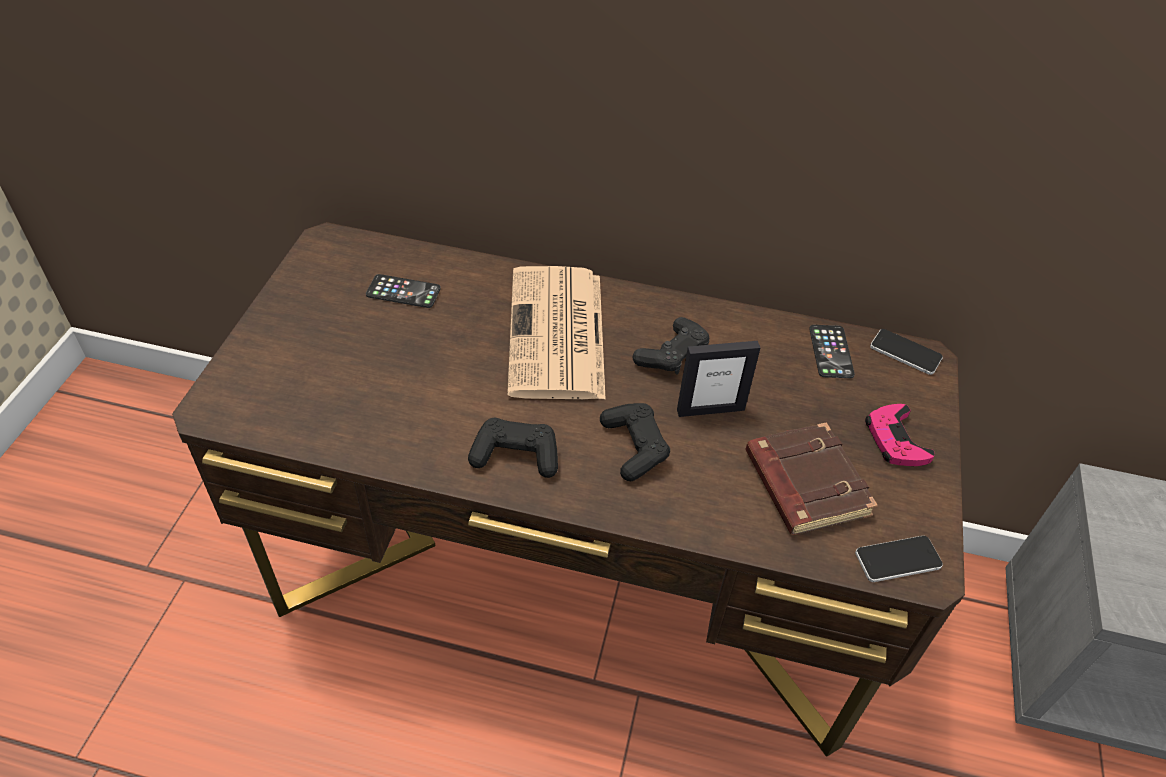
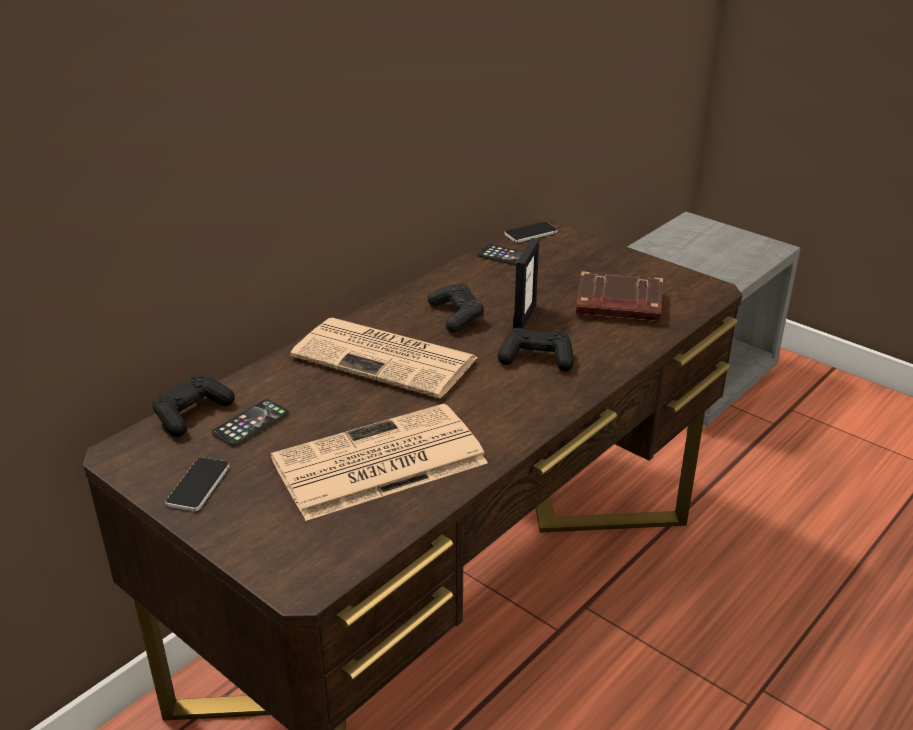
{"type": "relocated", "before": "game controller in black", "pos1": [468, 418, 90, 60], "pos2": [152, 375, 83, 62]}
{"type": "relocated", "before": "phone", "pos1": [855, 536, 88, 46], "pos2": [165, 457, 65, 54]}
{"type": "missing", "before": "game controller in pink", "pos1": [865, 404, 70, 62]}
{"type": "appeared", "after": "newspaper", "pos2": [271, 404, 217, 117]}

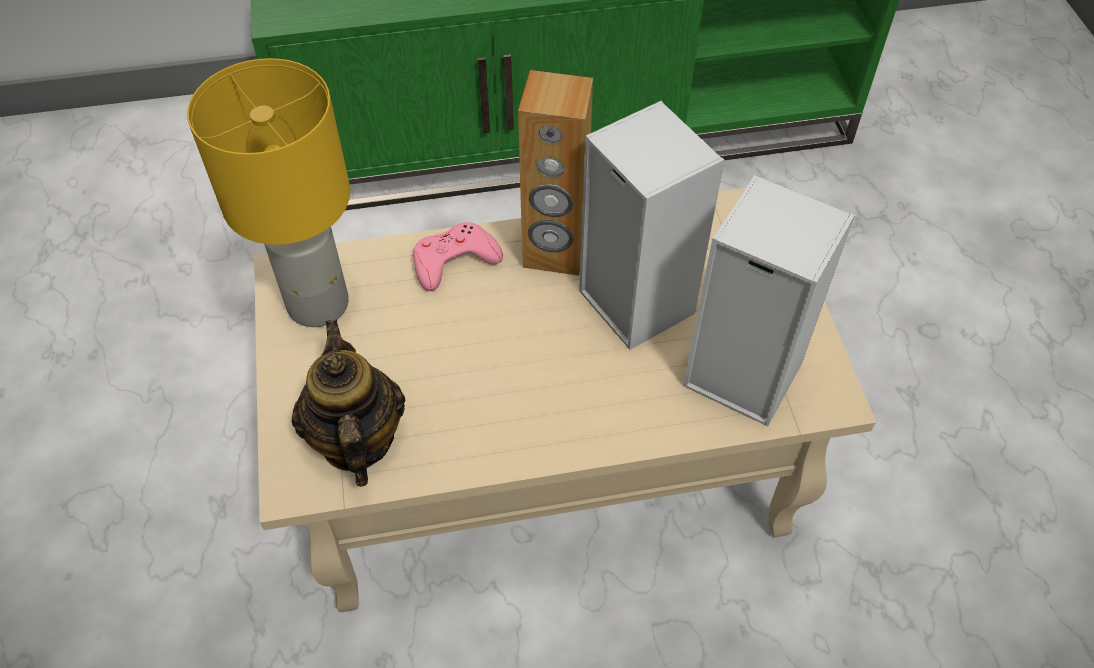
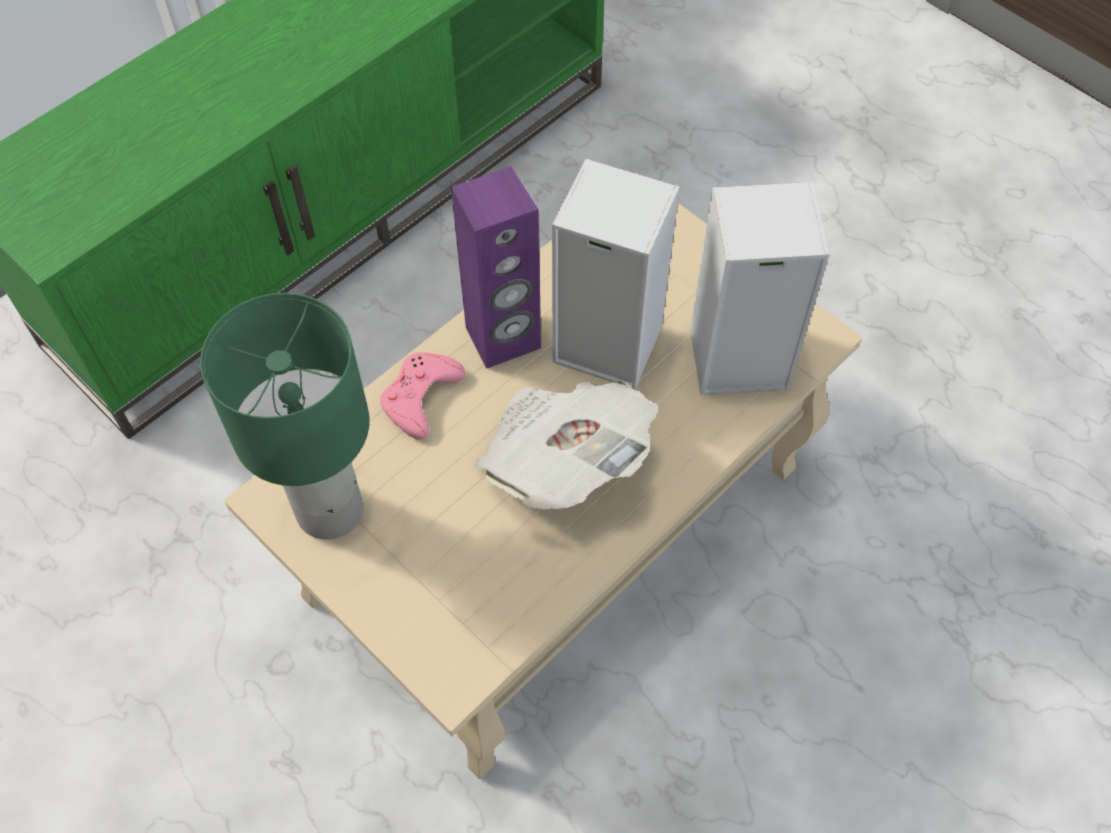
{"type": "colour", "before": "table lamp in yellow", "after": "table lamp in green", "pos1": [187, 58, 163, 269], "pos2": [200, 293, 169, 247]}
{"type": "missing", "before": "teapot", "pos1": [291, 319, 115, 168]}
{"type": "colour", "before": "speaker in brown", "after": "speaker in purple", "pos1": [518, 70, 75, 206], "pos2": [451, 167, 90, 202]}
{"type": "appeared", "after": "newspaper", "pos2": [474, 381, 185, 129]}

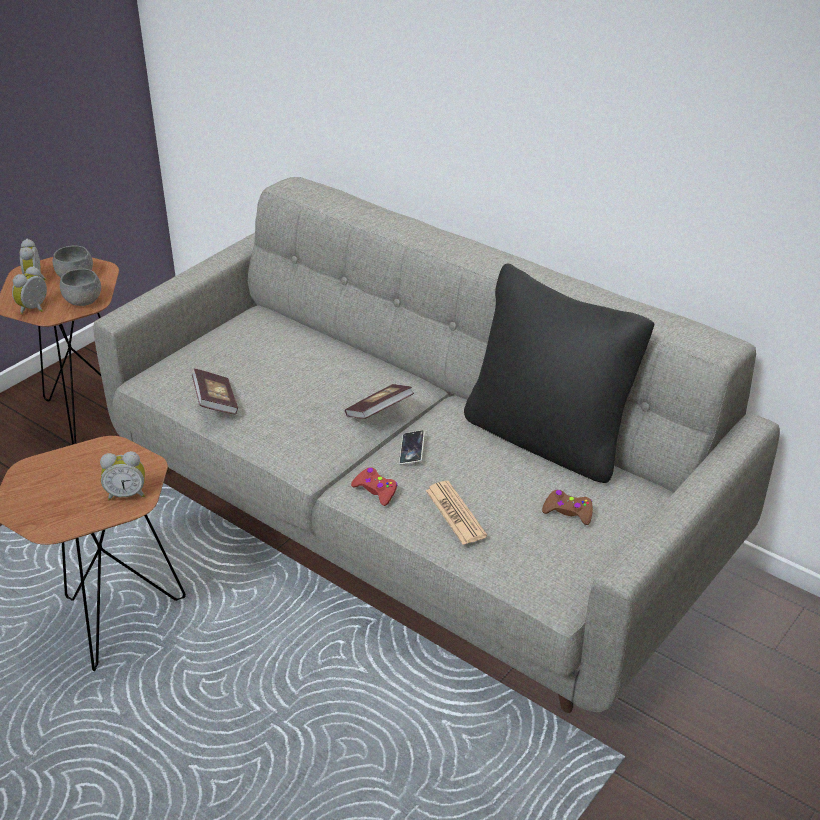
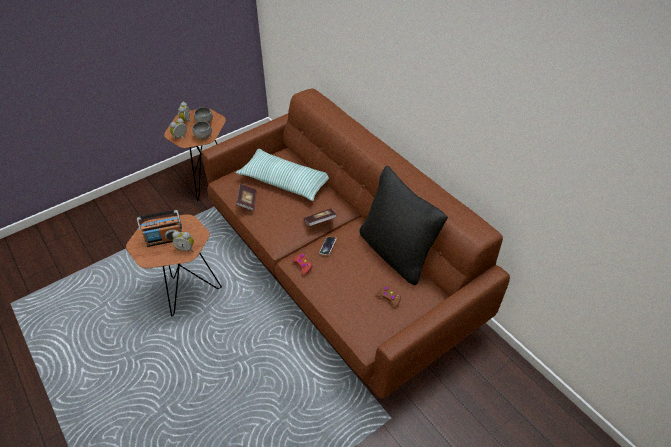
{"type": "colour", "before": "sofa in grey", "after": "sofa in brown", "pos1": [93, 177, 687, 536], "pos2": [202, 89, 308, 309]}
{"type": "missing", "before": "newspaper", "pos1": [425, 481, 62, 64]}
{"type": "appeared", "after": "radio", "pos2": [137, 210, 45, 37]}
{"type": "appeared", "after": "pillow", "pos2": [236, 149, 93, 52]}

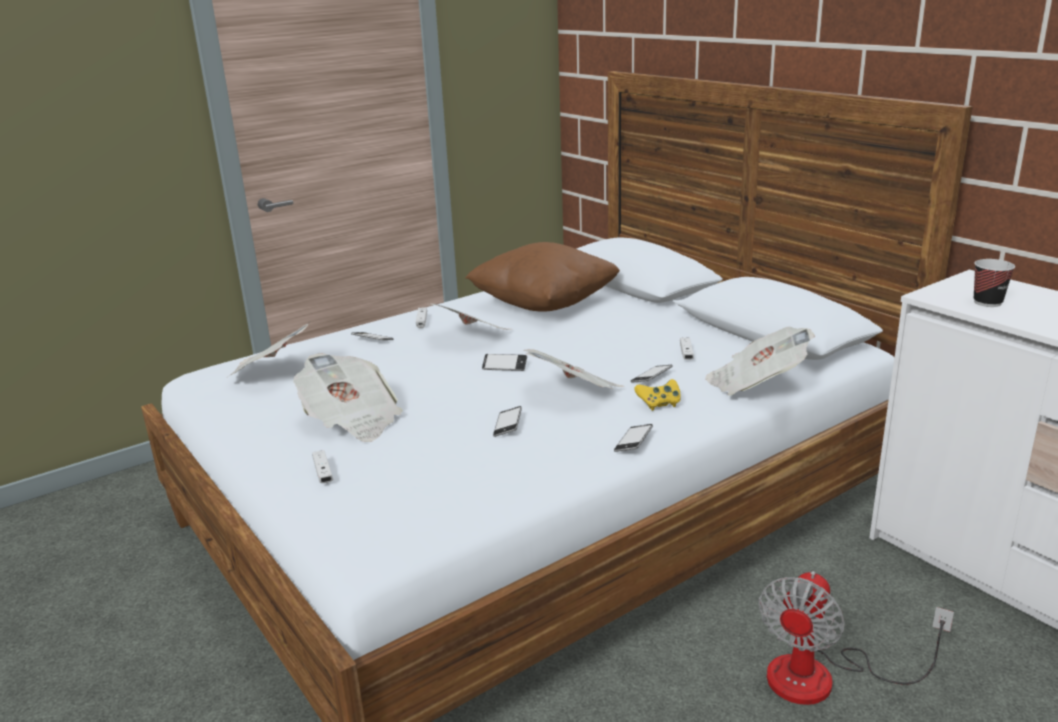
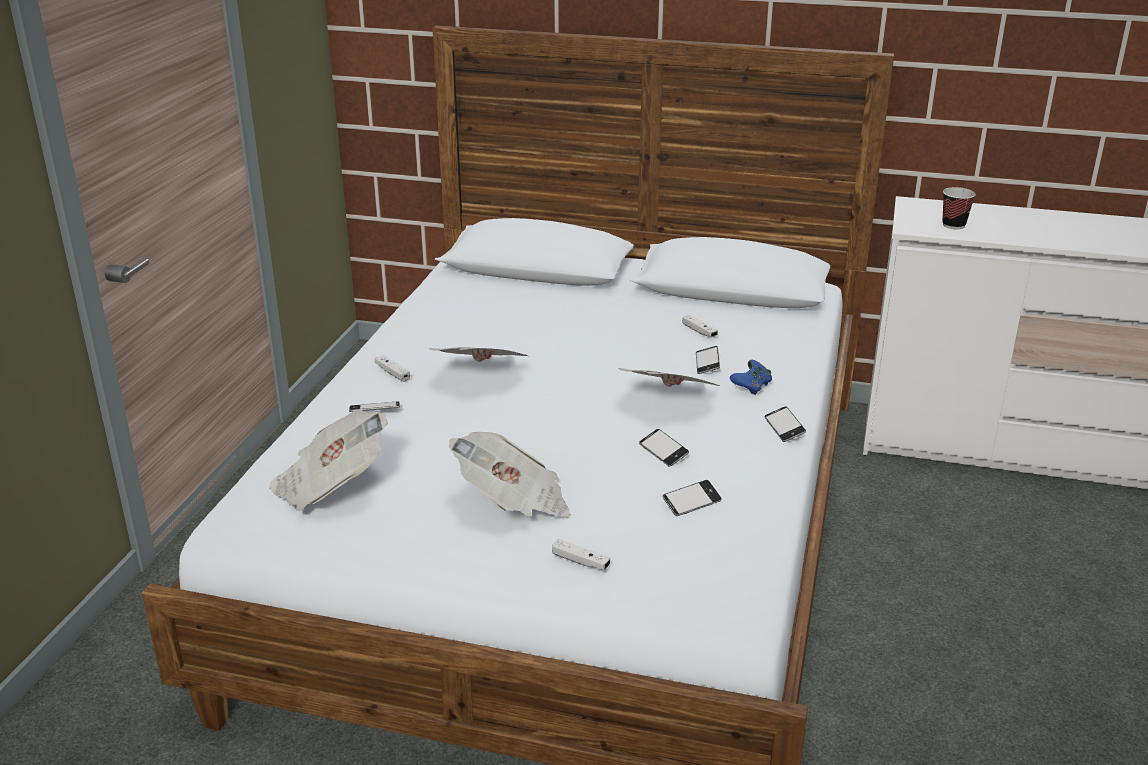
{"type": "missing", "before": "pillow in brown", "pos1": [465, 242, 155, 70]}
{"type": "relocated", "before": "phone", "pos1": [482, 354, 45, 17], "pos2": [662, 480, 60, 36]}
{"type": "colour", "before": "game controller in yellow", "after": "game controller in blue", "pos1": [634, 379, 47, 32], "pos2": [730, 360, 42, 35]}
{"type": "missing", "before": "newspaper", "pos1": [705, 327, 110, 69]}
{"type": "missing", "before": "fan", "pos1": [758, 571, 196, 134]}

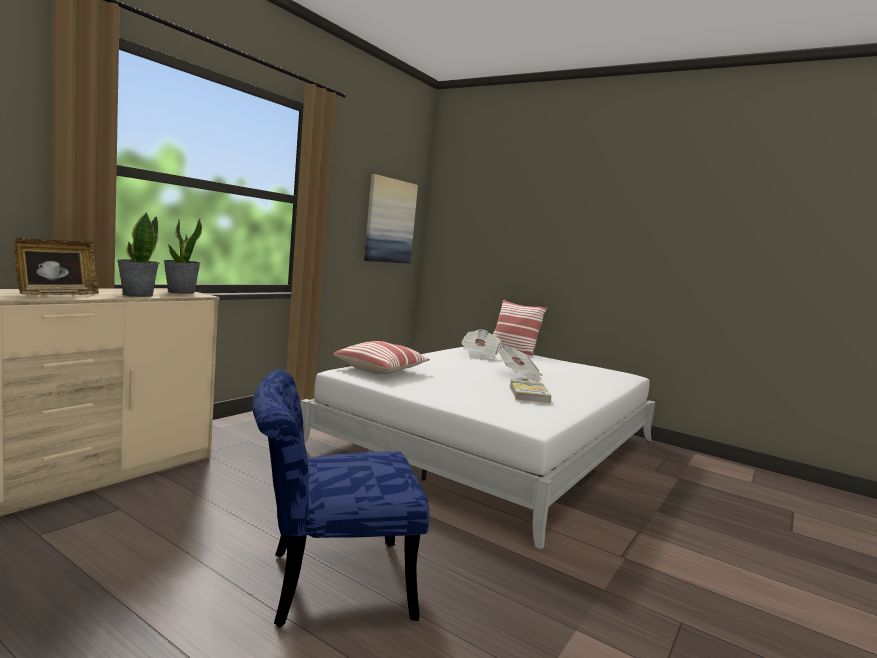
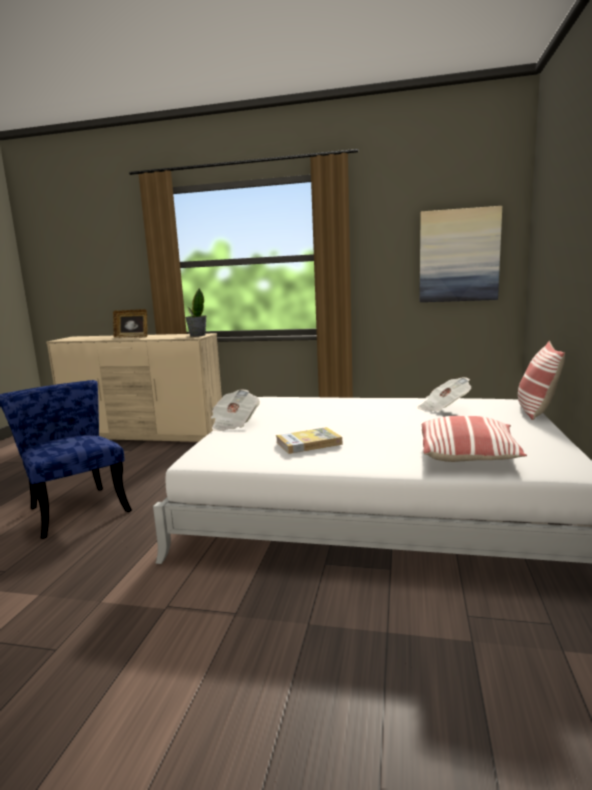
{"type": "missing", "before": "potted plant", "pos1": [117, 212, 43, 85]}
{"type": "relocated", "before": "pillow", "pos1": [333, 341, 97, 33], "pos2": [422, 416, 105, 46]}
{"type": "relocated", "before": "newspaper", "pos1": [498, 345, 44, 37], "pos2": [211, 389, 49, 42]}

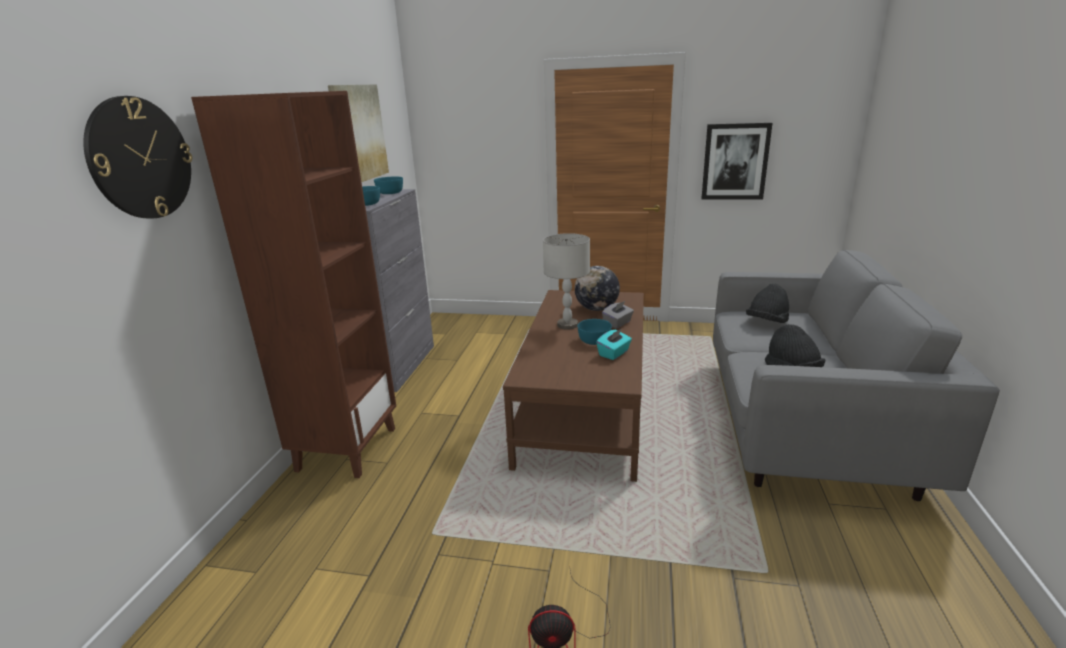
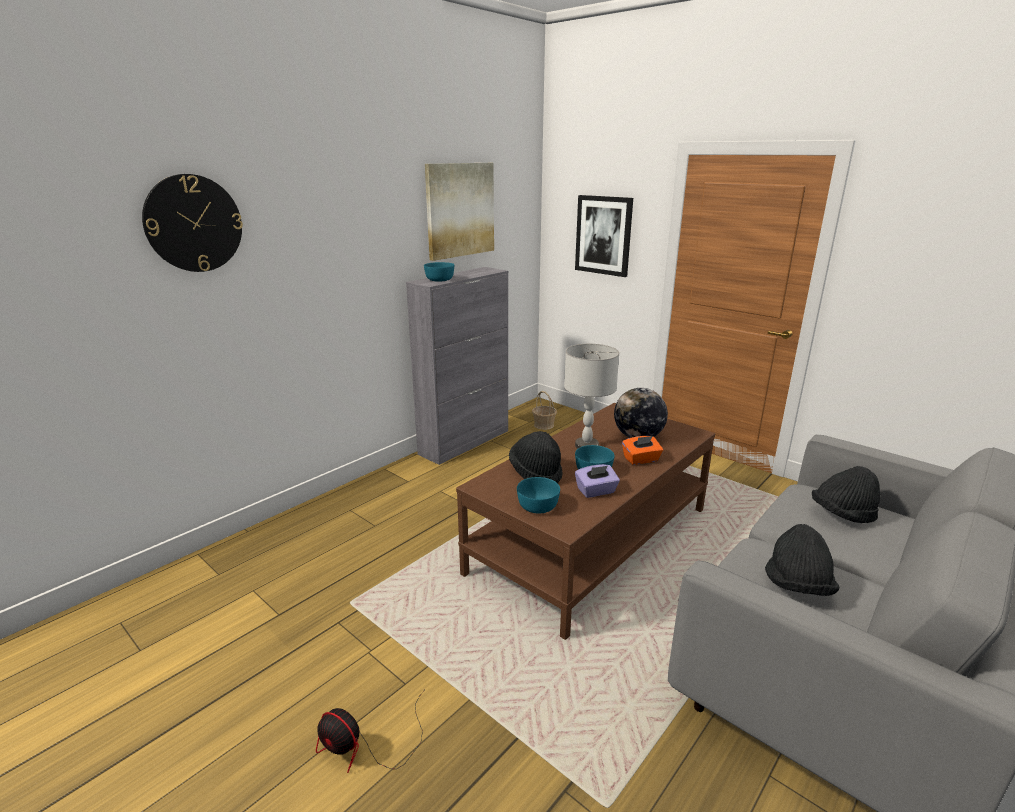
{"type": "missing", "before": "bookcase in brown", "pos1": [191, 91, 205, 387]}
{"type": "relocated", "before": "bowl in turquoise", "pos1": [374, 177, 29, 17], "pos2": [517, 477, 43, 37]}
{"type": "colour", "before": "tissue box in turquoise", "after": "tissue box in purple", "pos1": [596, 329, 36, 31], "pos2": [575, 464, 45, 34]}
{"type": "colour", "before": "tissue box in grey", "after": "tissue box in orange", "pos1": [602, 301, 32, 28], "pos2": [622, 436, 41, 29]}
{"type": "relocated", "before": "picture", "pos1": [701, 123, 72, 77], "pos2": [575, 195, 58, 82]}
{"type": "appeared", "after": "hat in black", "pos2": [509, 431, 54, 52]}
{"type": "appeared", "after": "basket", "pos2": [532, 391, 25, 39]}

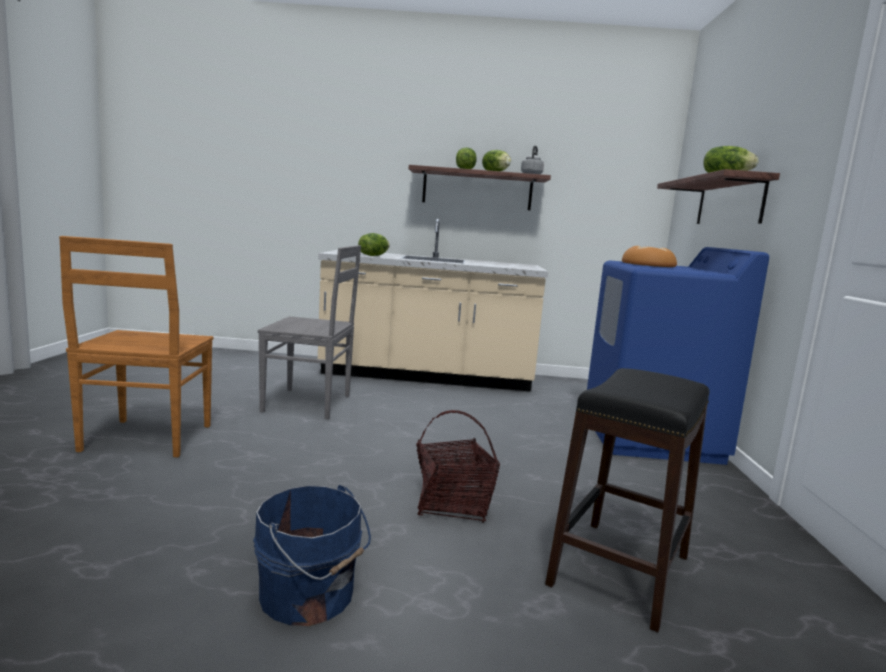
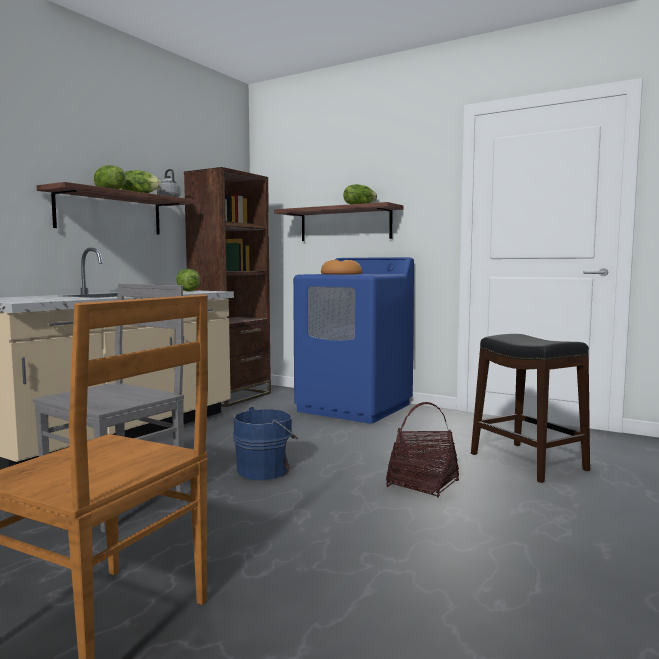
{"type": "relocated", "before": "bucket in blue", "pos1": [253, 485, 118, 141], "pos2": [233, 407, 65, 73]}
{"type": "relocated", "before": "lettuce", "pos1": [358, 233, 32, 23], "pos2": [176, 269, 24, 22]}
{"type": "appeared", "after": "bookcase in brown", "pos2": [184, 167, 87, 240]}

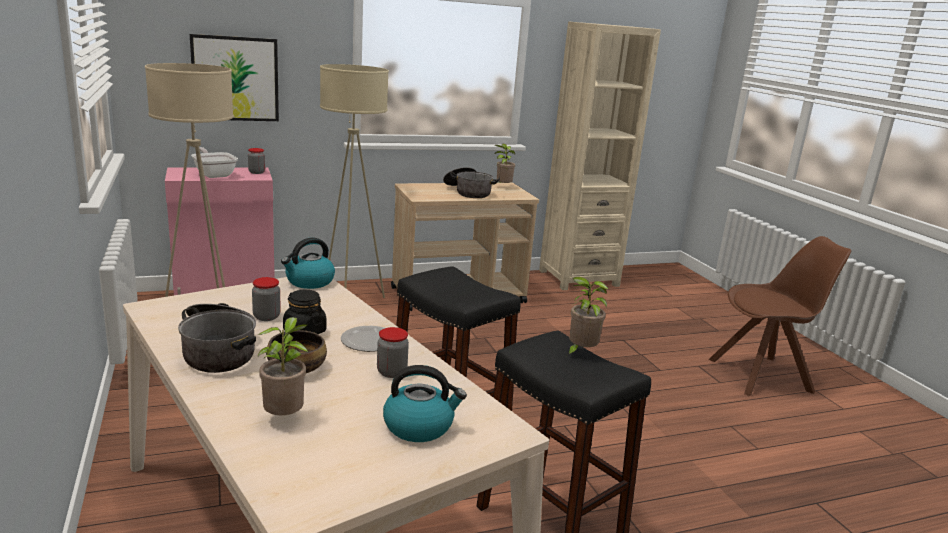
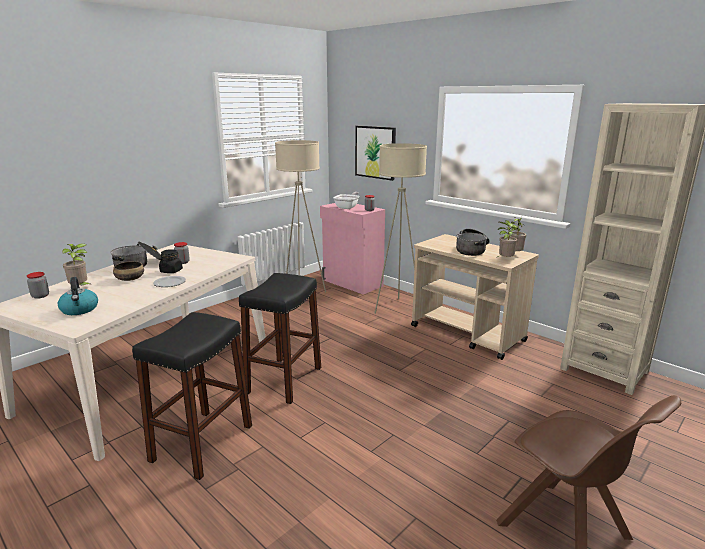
{"type": "missing", "before": "kettle", "pos1": [281, 237, 54, 52]}
{"type": "relocated", "before": "jar", "pos1": [377, 327, 32, 51], "pos2": [26, 272, 23, 27]}
{"type": "relocated", "before": "potted plant", "pos1": [567, 277, 41, 79], "pos2": [496, 220, 21, 38]}

